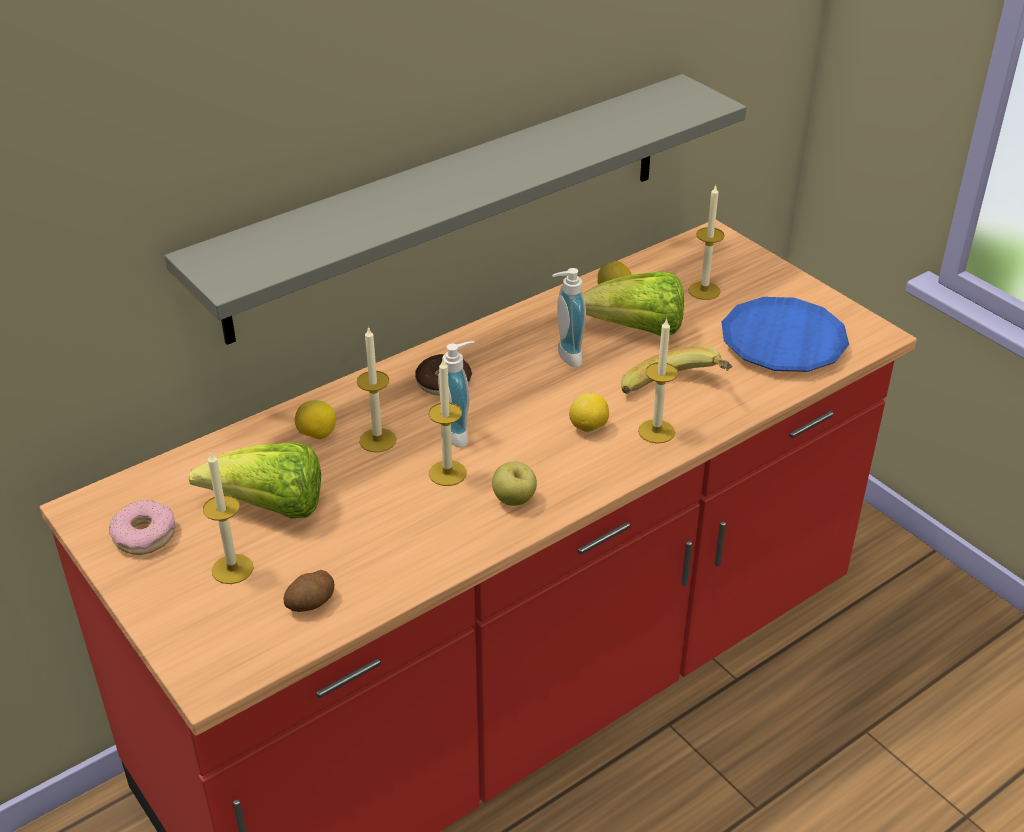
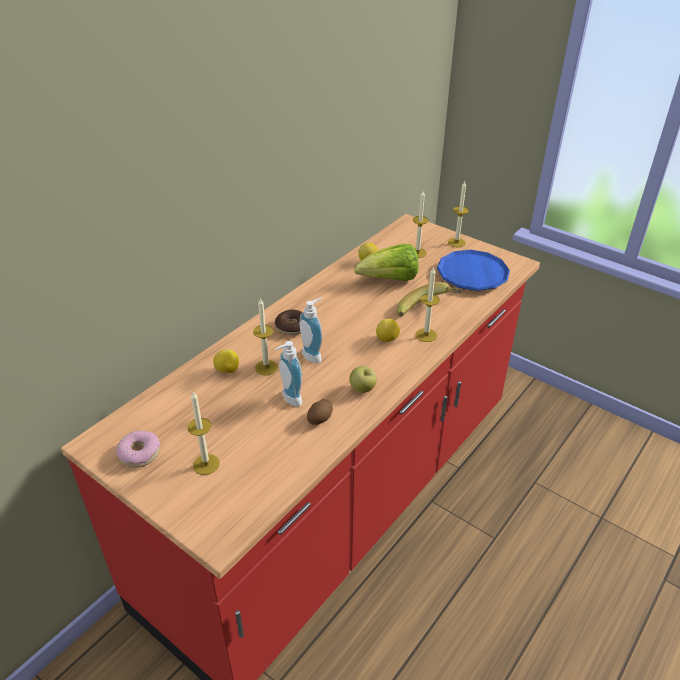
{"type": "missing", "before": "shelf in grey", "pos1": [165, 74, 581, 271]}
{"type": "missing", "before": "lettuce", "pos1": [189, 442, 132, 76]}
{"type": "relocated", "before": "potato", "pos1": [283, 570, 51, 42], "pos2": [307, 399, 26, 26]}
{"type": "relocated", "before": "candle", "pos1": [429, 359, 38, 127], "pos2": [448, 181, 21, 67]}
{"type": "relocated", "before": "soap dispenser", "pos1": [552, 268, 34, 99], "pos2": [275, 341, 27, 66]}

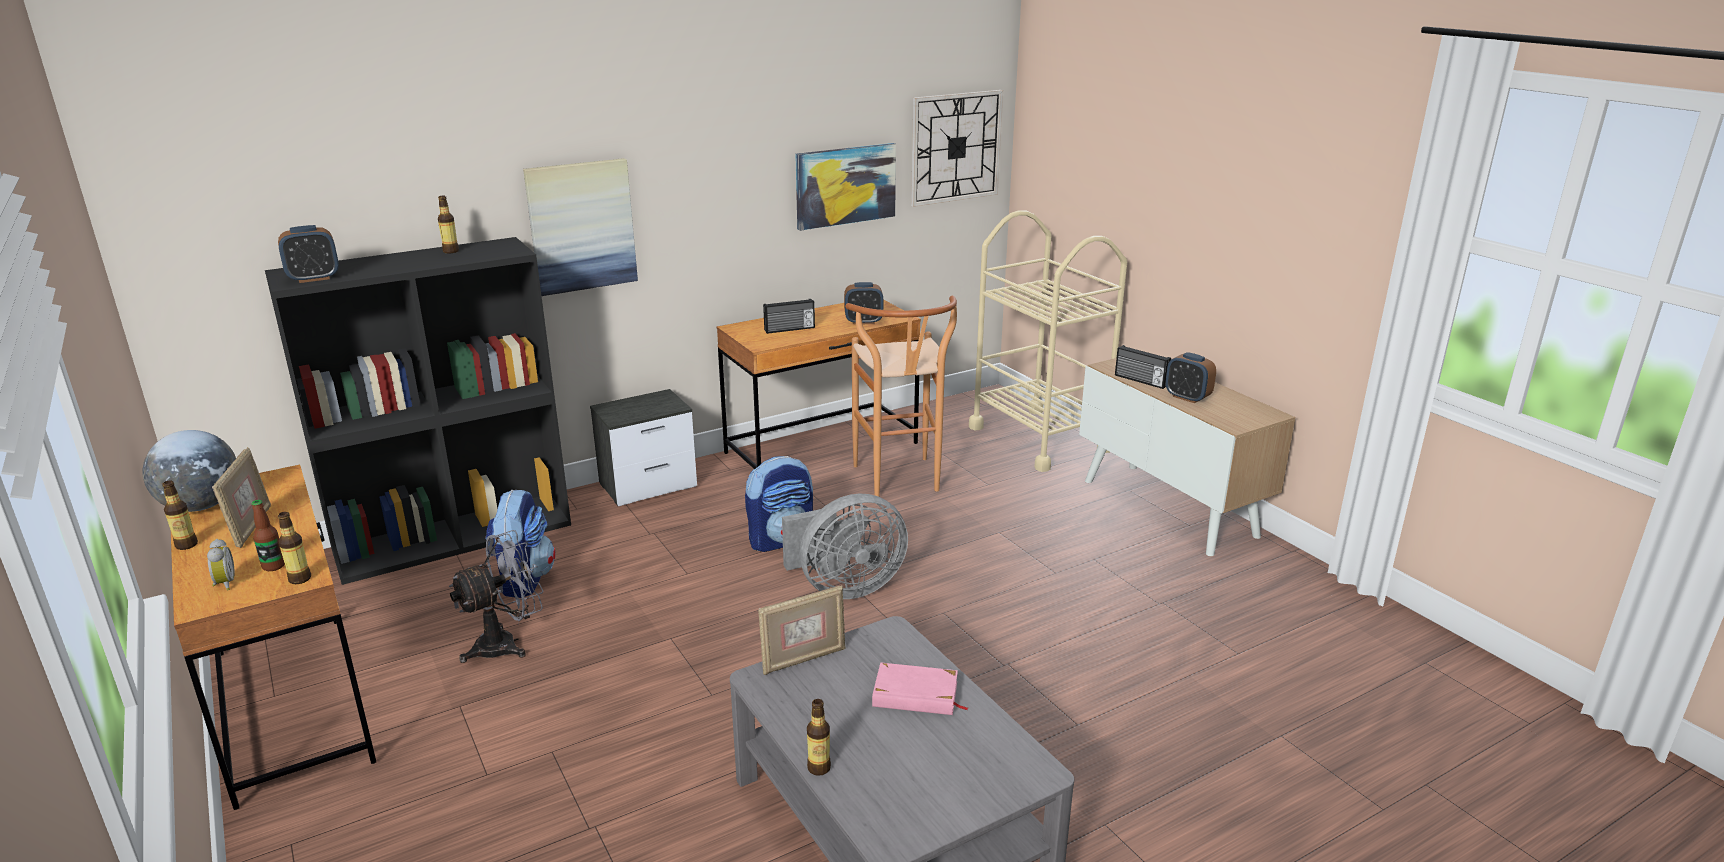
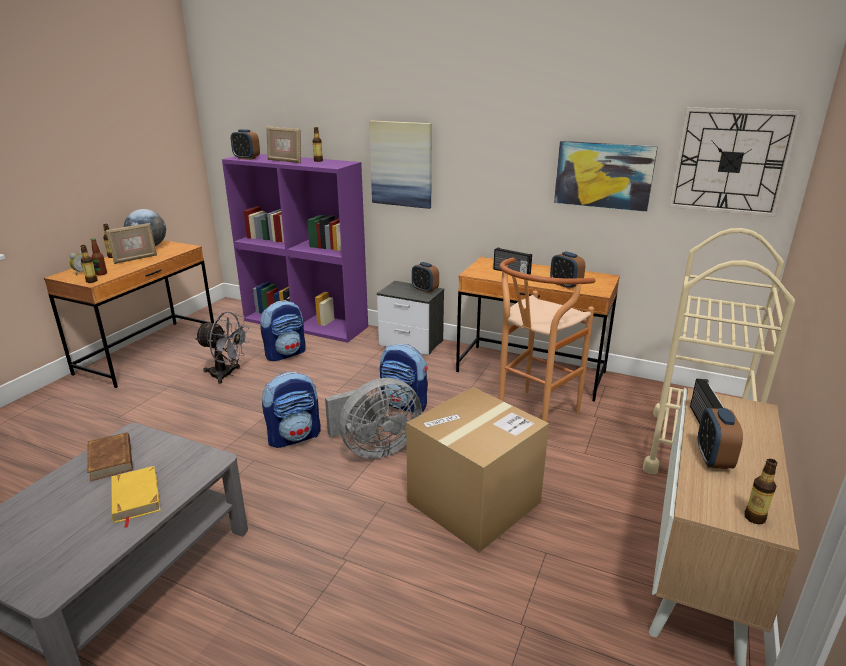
{"type": "colour", "before": "bookcase in black", "after": "bookcase in purple", "pos1": [265, 237, 306, 348], "pos2": [222, 154, 146, 189]}
{"type": "relocated", "before": "picture frame", "pos1": [758, 586, 88, 89], "pos2": [266, 126, 35, 37]}
{"type": "spun", "before": "fan in grey", "pos1": [782, 494, 126, 105], "pos2": [325, 378, 97, 81], "turn": -60}
{"type": "relocated", "before": "bottle", "pos1": [807, 699, 24, 77], "pos2": [744, 459, 33, 65]}
{"type": "colour", "before": "book in pink", "after": "book in yellow", "pos1": [872, 663, 96, 52], "pos2": [111, 466, 49, 62]}
{"type": "appeared", "after": "book in brown", "pos2": [87, 432, 46, 49]}
{"type": "appeared", "after": "backpack", "pos2": [262, 372, 58, 76]}
{"type": "appeared", "after": "cardboard box", "pos2": [406, 387, 143, 166]}
{"type": "appeared", "after": "alarm clock", "pos2": [412, 262, 27, 31]}

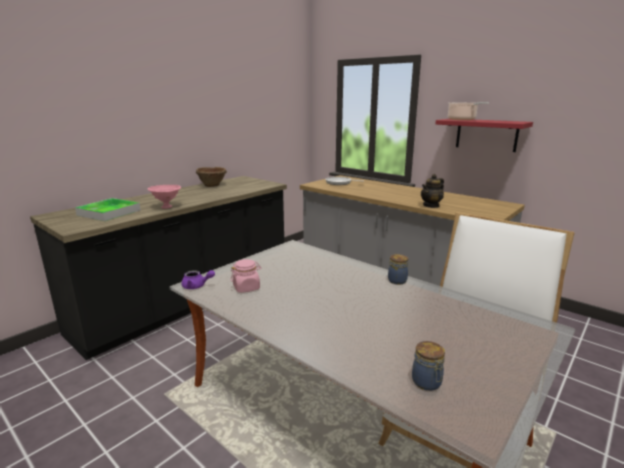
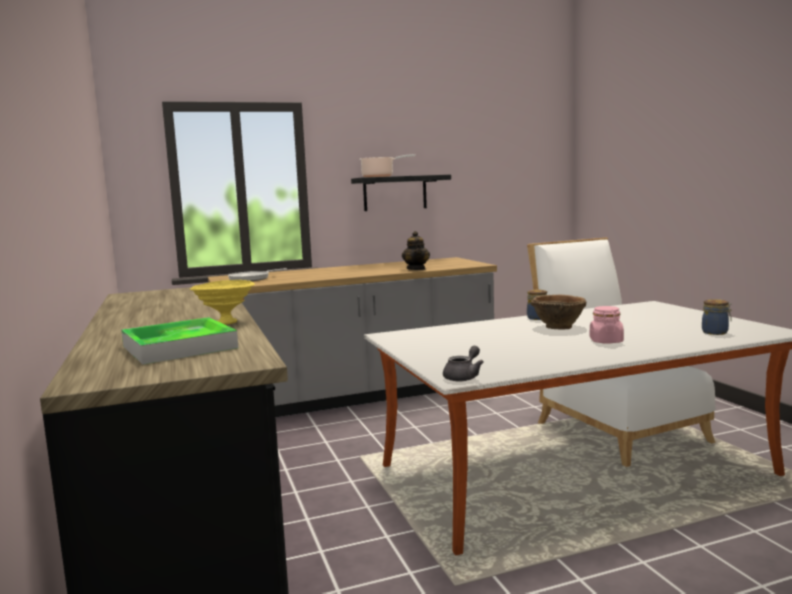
{"type": "colour", "before": "bowl in pink", "after": "bowl in yellow", "pos1": [148, 185, 33, 24], "pos2": [190, 280, 65, 45]}
{"type": "colour", "before": "teapot in purple", "after": "teapot in grey", "pos1": [181, 270, 34, 19], "pos2": [443, 346, 41, 36]}
{"type": "relocated", "before": "bowl in brown", "pos1": [196, 167, 31, 20], "pos2": [531, 295, 55, 35]}
{"type": "relocated", "before": "jar in pink", "pos1": [231, 259, 30, 34], "pos2": [590, 306, 34, 38]}
{"type": "colour", "before": "shelf in red", "after": "shelf in black", "pos1": [435, 119, 98, 33], "pos2": [351, 175, 100, 36]}

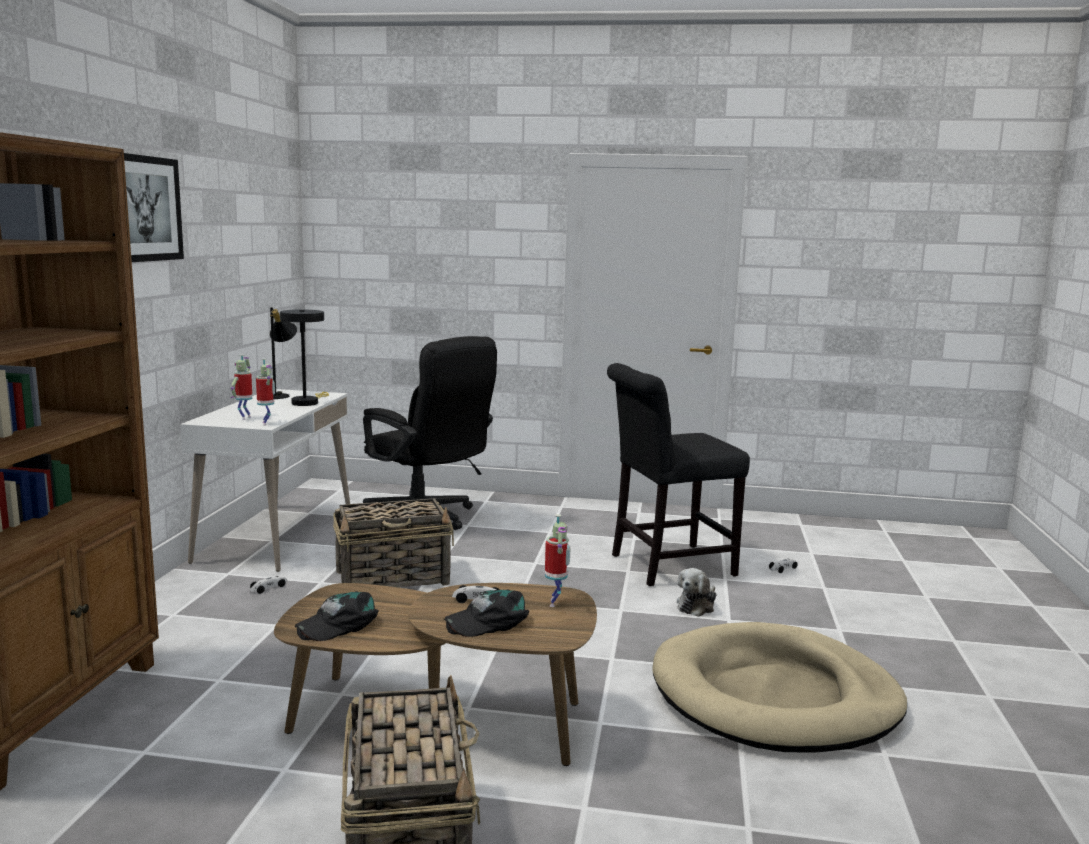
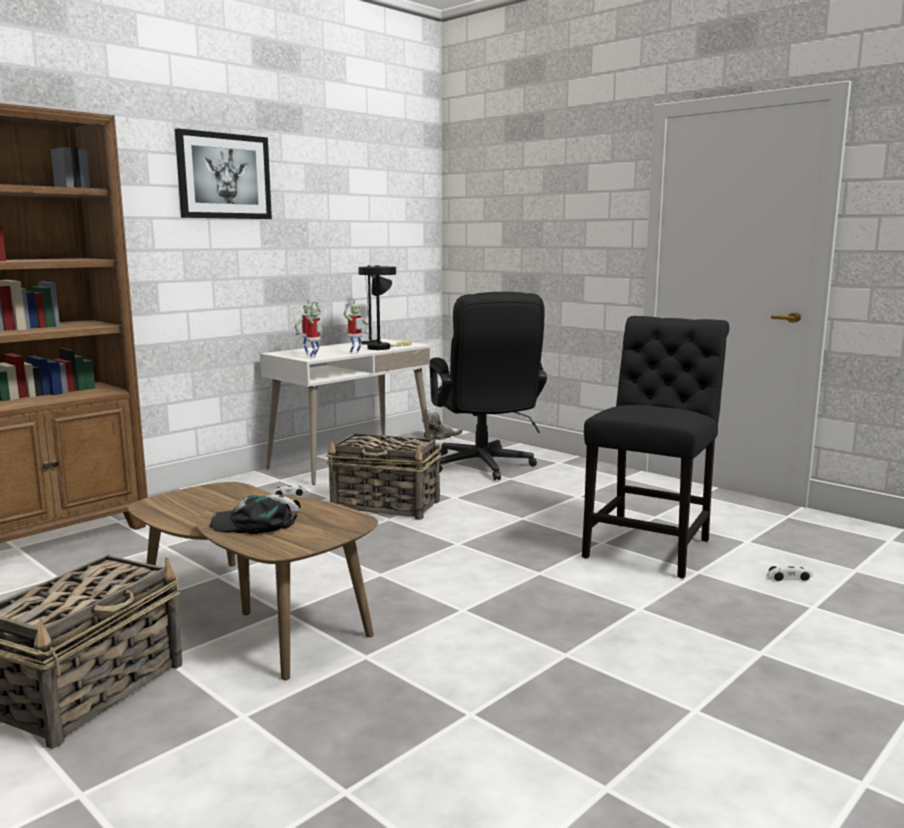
{"type": "missing", "before": "cap in black", "pos1": [294, 591, 85, 50]}
{"type": "relocated", "before": "toy robot", "pos1": [545, 514, 25, 93], "pos2": [344, 299, 24, 55]}
{"type": "spun", "before": "chair in black", "pos1": [607, 363, 143, 223], "pos2": [582, 316, 148, 262], "turn": 105}
{"type": "missing", "before": "dog bed in beige", "pos1": [652, 622, 255, 131]}
{"type": "relocated", "before": "plush toy", "pos1": [677, 568, 39, 49], "pos2": [422, 410, 41, 30]}

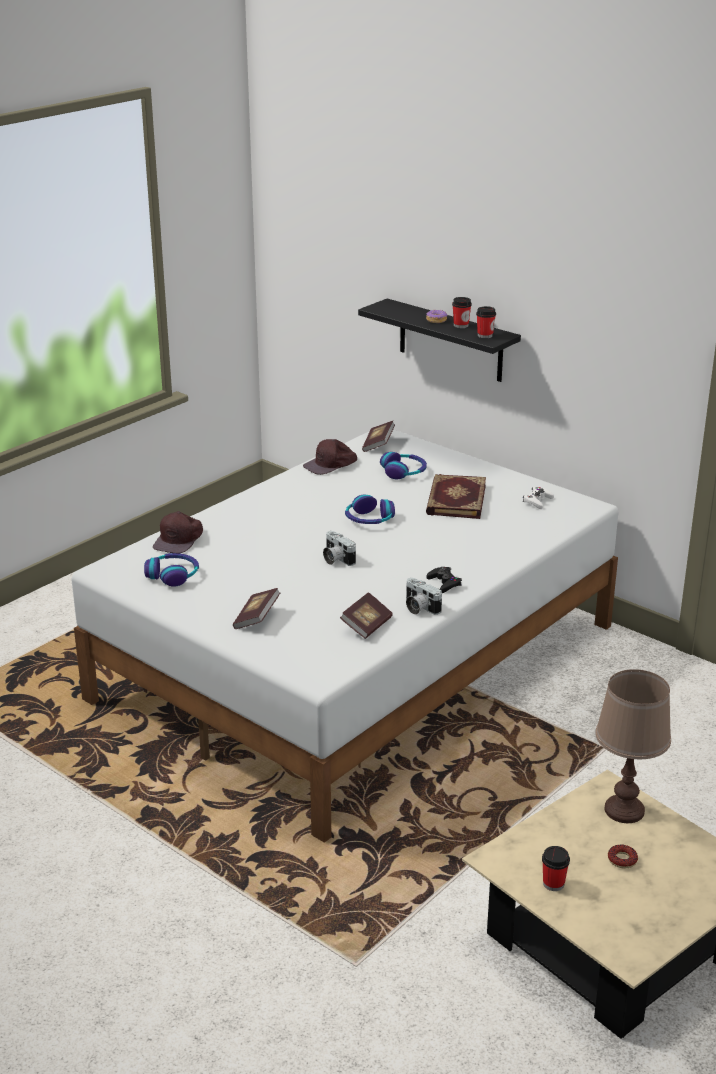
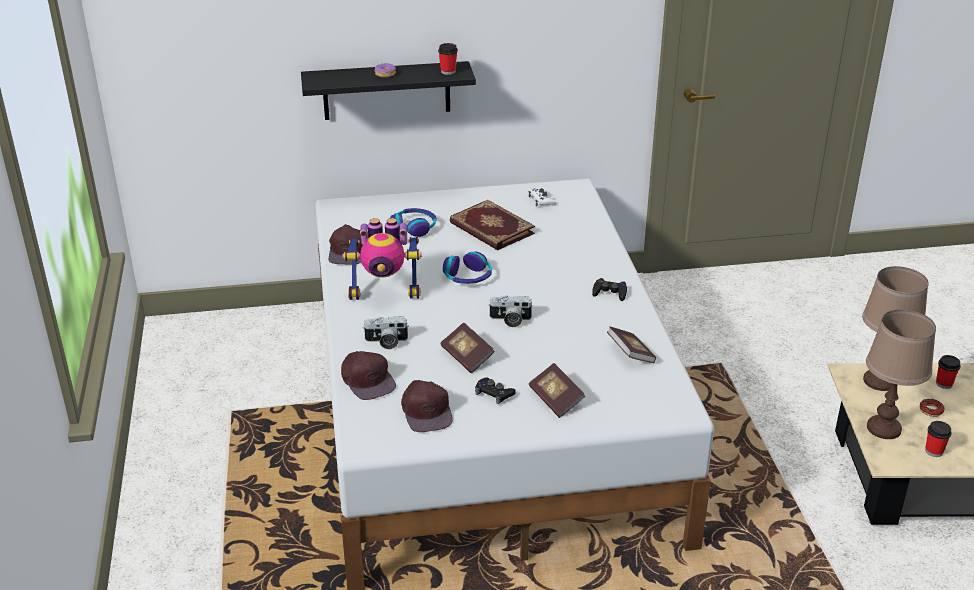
{"type": "exchanged", "before": "headphones", "after": "cap in brown", "pos1": [144, 553, 55, 34], "pos2": [401, 380, 52, 52]}
{"type": "relocated", "before": "book", "pos1": [362, 421, 33, 31], "pos2": [440, 323, 55, 50]}
{"type": "relocated", "before": "photo camera", "pos1": [406, 578, 36, 37], "pos2": [364, 316, 45, 33]}
{"type": "relocated", "before": "cup", "pos1": [452, 297, 20, 31], "pos2": [936, 355, 25, 34]}
{"type": "appeared", "after": "toy robot", "pos2": [343, 218, 79, 82]}
{"type": "appeared", "after": "game controller in black", "pos2": [475, 378, 41, 26]}
{"type": "appeared", "after": "table lamp in brown", "pos2": [866, 309, 70, 130]}

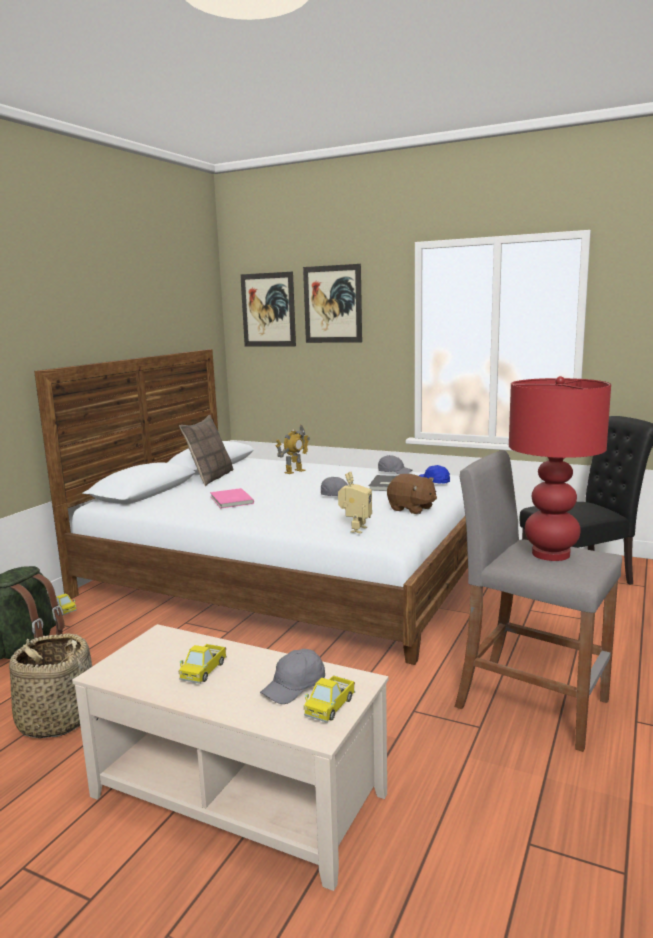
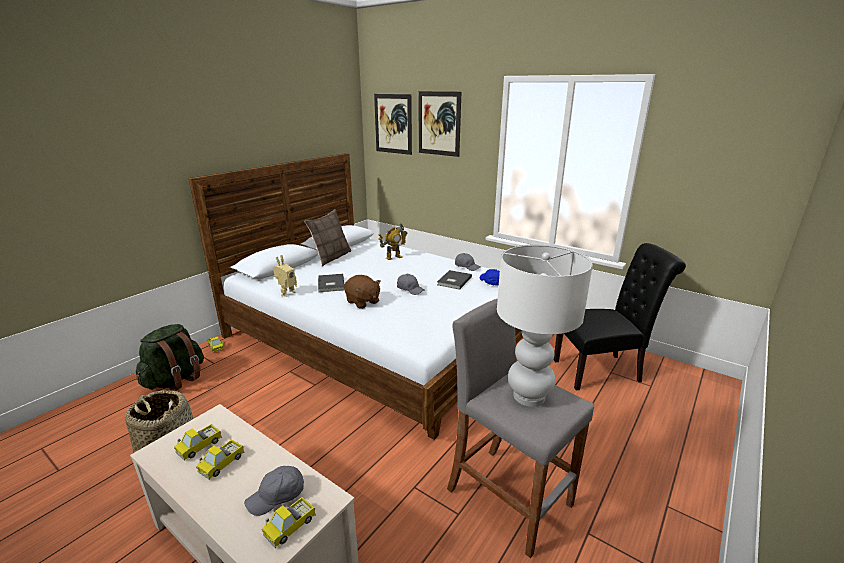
{"type": "colour", "before": "book in pink", "after": "book in grey", "pos1": [210, 488, 44, 20], "pos2": [318, 274, 26, 18]}
{"type": "relocated", "before": "toy robot", "pos1": [338, 472, 34, 62], "pos2": [273, 255, 24, 42]}
{"type": "relocated", "before": "plush toy in brown", "pos1": [387, 474, 50, 40], "pos2": [344, 275, 37, 34]}
{"type": "colour", "before": "table lamp in red", "after": "table lamp in white", "pos1": [509, 376, 102, 185], "pos2": [497, 245, 96, 162]}
{"type": "appeared", "after": "toy truck", "pos2": [174, 424, 48, 37]}

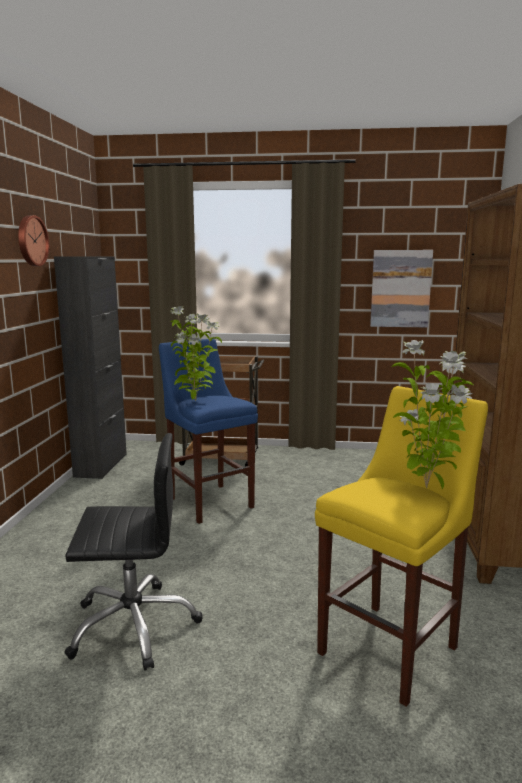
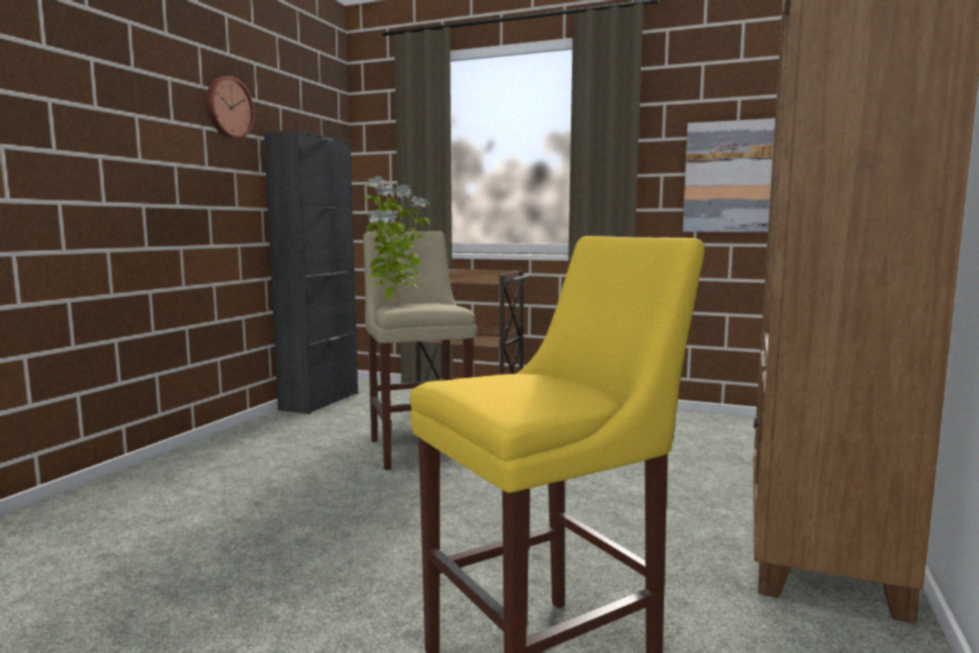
{"type": "missing", "before": "office chair in black", "pos1": [64, 433, 138, 238]}
{"type": "colour", "before": "stool in blue", "after": "stool in beige", "pos1": [159, 339, 99, 185], "pos2": [363, 231, 114, 239]}
{"type": "missing", "before": "potted plant", "pos1": [391, 340, 82, 149]}

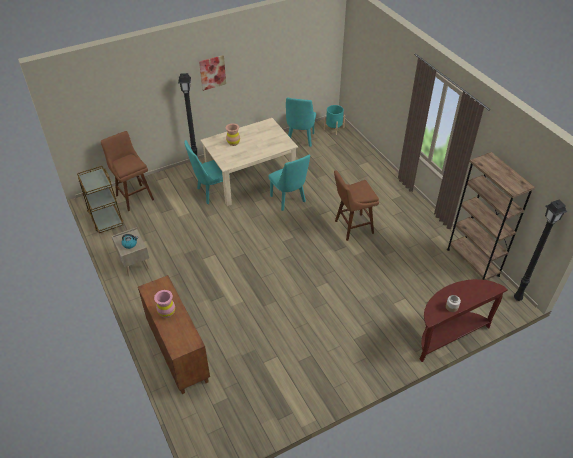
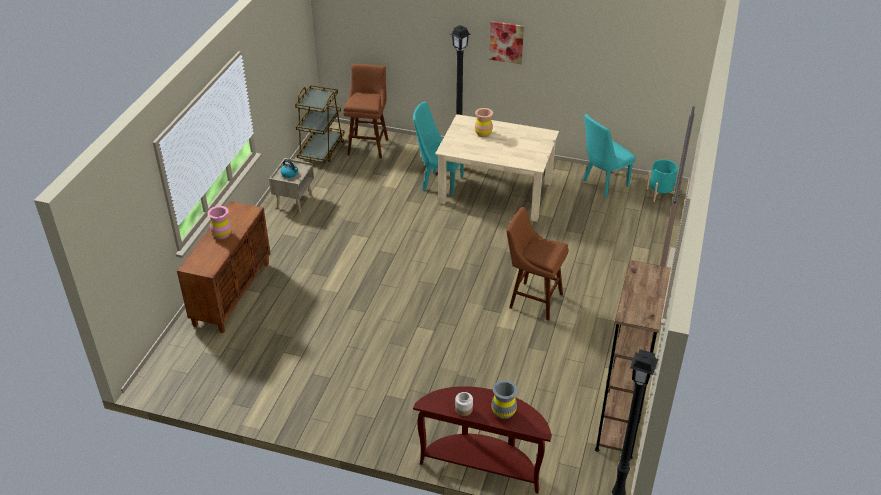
{"type": "missing", "before": "chair in turquoise", "pos1": [268, 155, 42, 56]}
{"type": "appeared", "after": "vase in grey", "pos2": [491, 380, 27, 39]}

